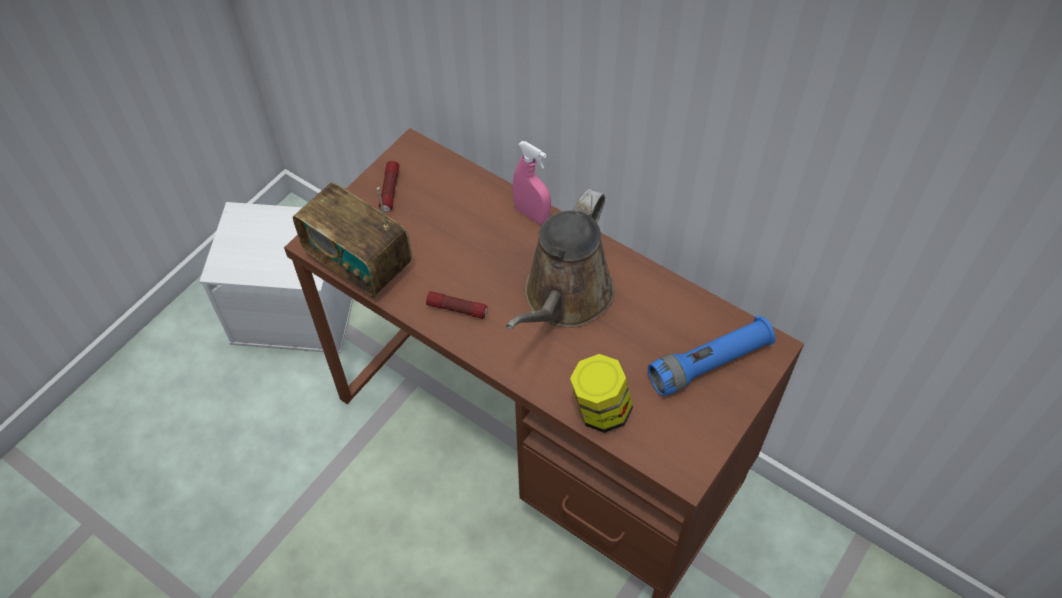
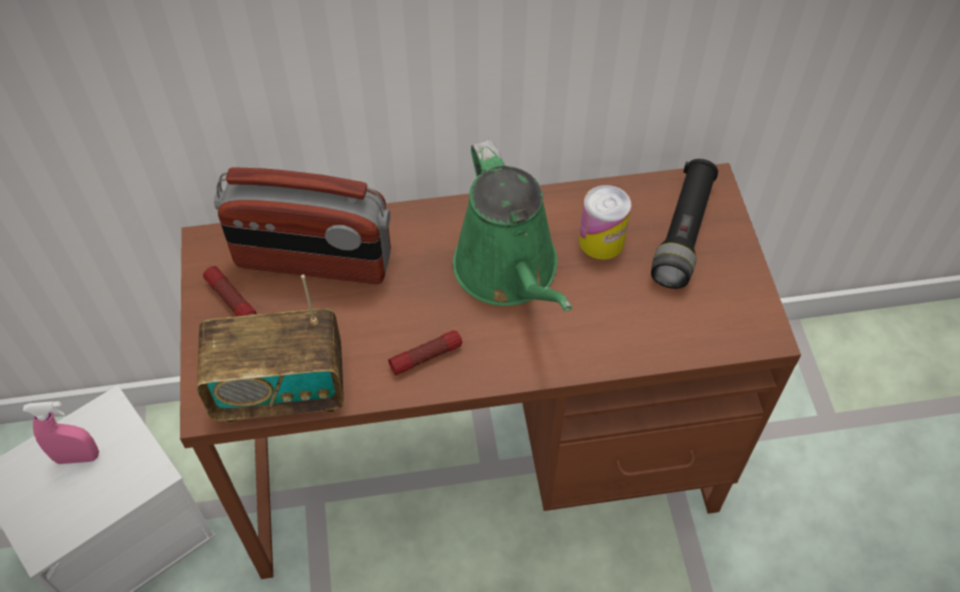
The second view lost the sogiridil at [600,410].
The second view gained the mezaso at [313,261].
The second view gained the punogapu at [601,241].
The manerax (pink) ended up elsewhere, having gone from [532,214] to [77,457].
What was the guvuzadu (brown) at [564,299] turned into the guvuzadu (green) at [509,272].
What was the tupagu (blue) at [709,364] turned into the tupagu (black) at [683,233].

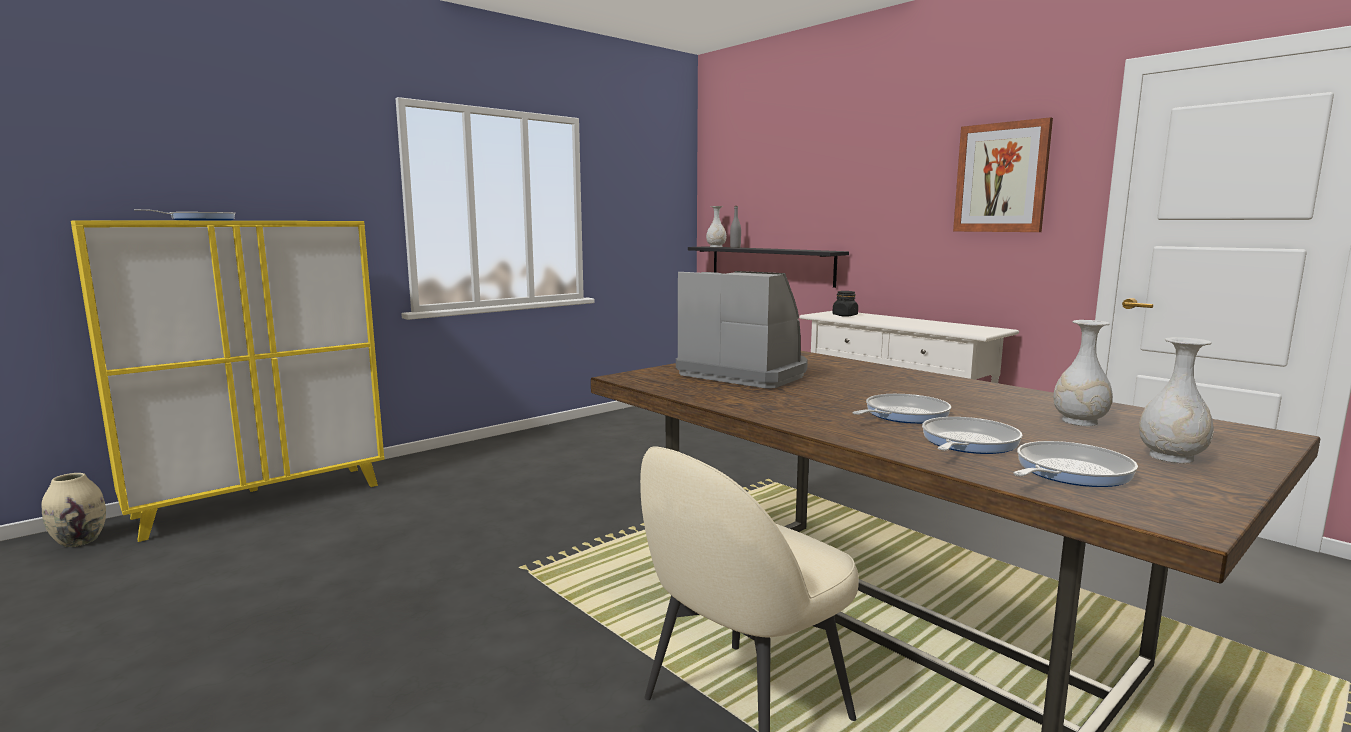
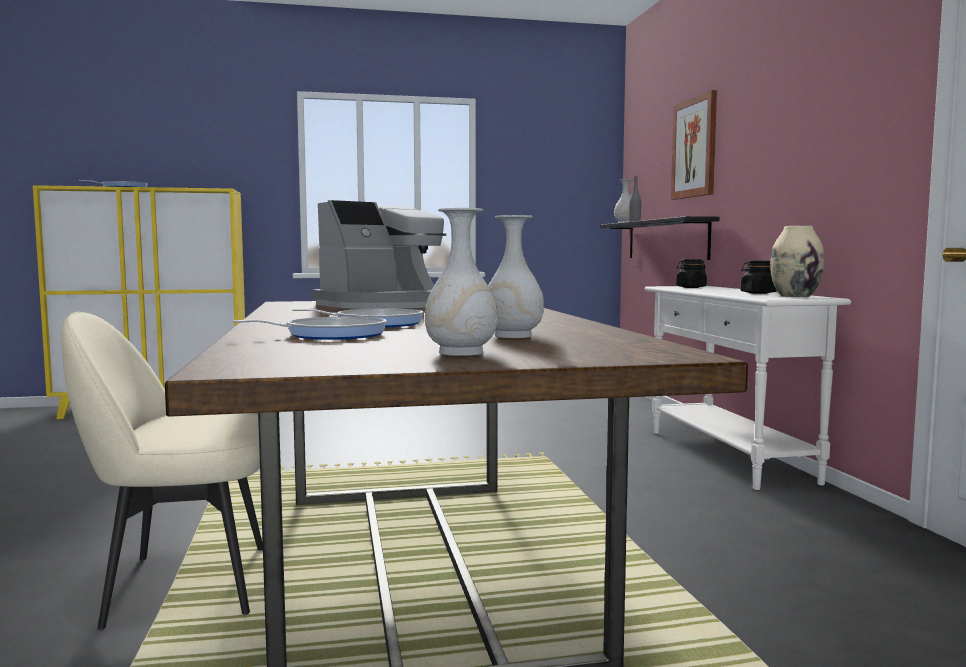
The second view lost the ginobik at [1068,472].
The second view gained the sogiridil (black) at [758,293].
The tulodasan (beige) ended up elsewhere, having gone from [80,541] to [795,296].
The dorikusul ended up elsewhere, having gone from [1001,178] to [695,148].
The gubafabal at [745,373] ended up facing another way, 75 degrees clockwise from before.

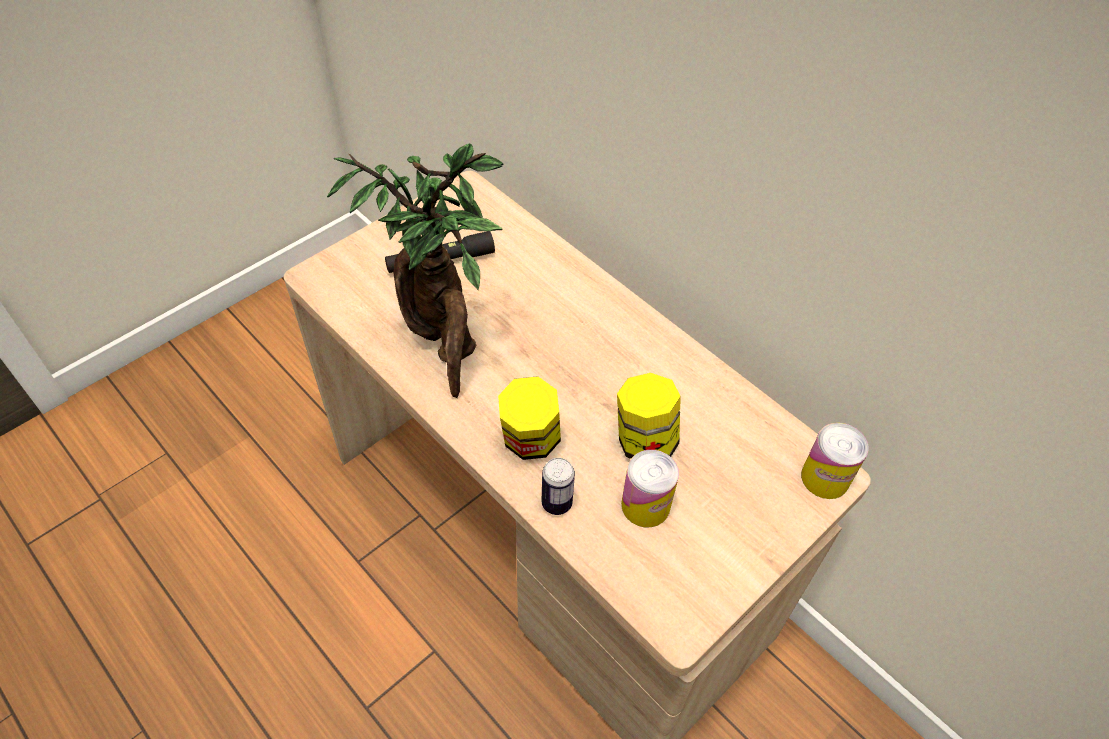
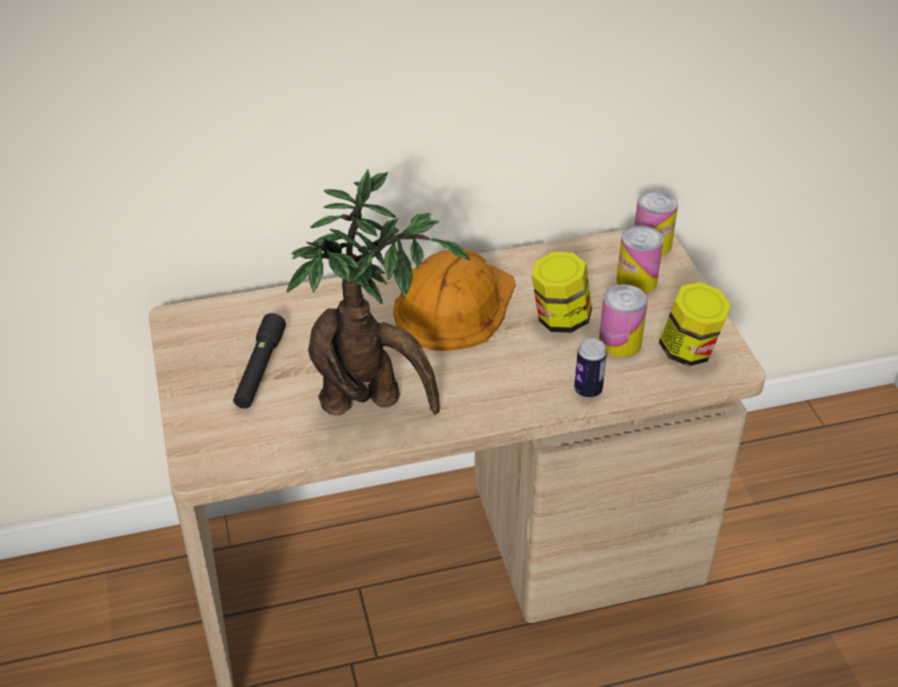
The second view gained the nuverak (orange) at [454,305].
The second view gained the punogapu at [636,281].
The sogiridil ended up elsewhere, having gone from [530,441] to [689,351].

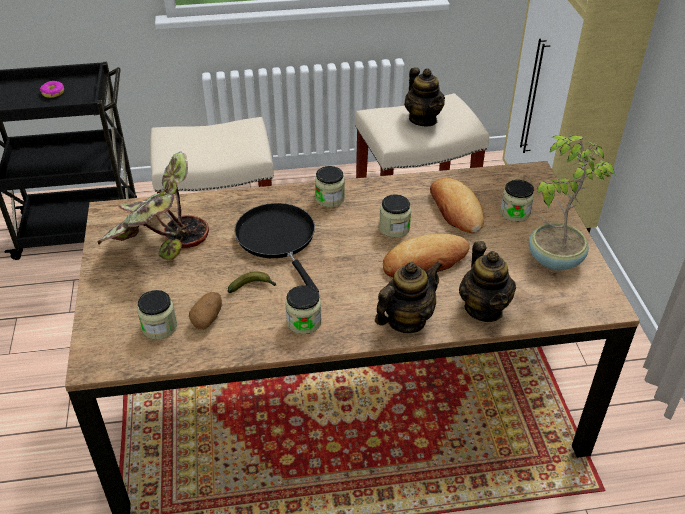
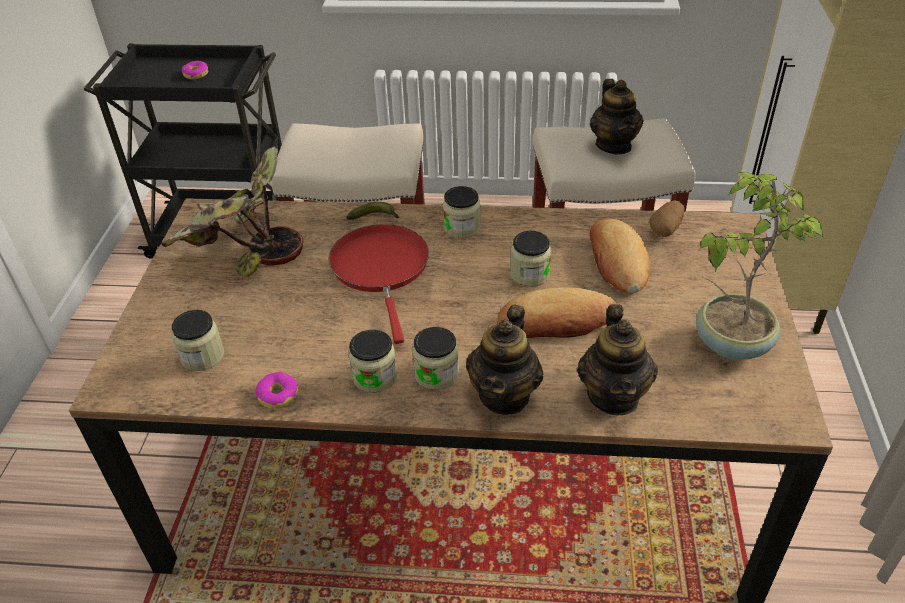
The second view gained the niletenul at [278,395].
The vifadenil ended up elsewhere, having gone from [207,318] to [666,229].
The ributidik ended up elsewhere, having gone from [253,287] to [376,218].
The sogiridil ended up elsewhere, having gone from [515,213] to [436,374].
What was the ginobik (black) at [278,239] turned into the ginobik (red) at [381,269].
The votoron at [406,320] ended up facing another way, 135 degrees clockwise from before.

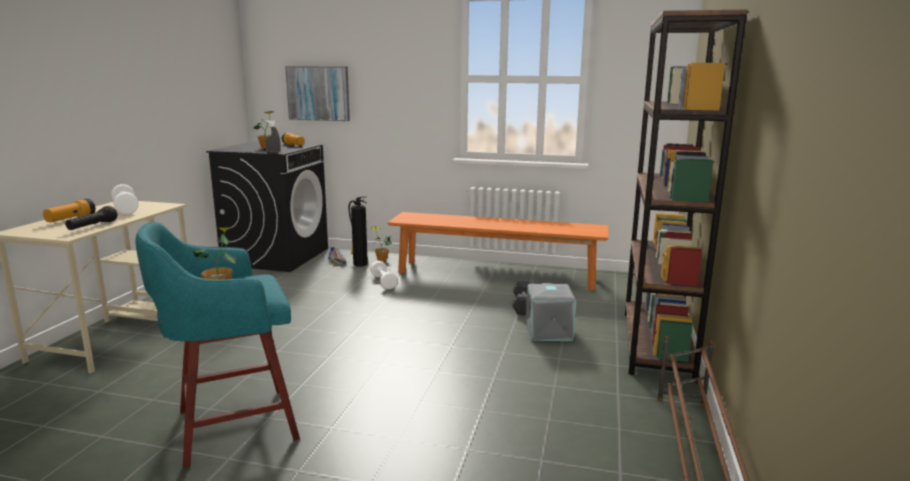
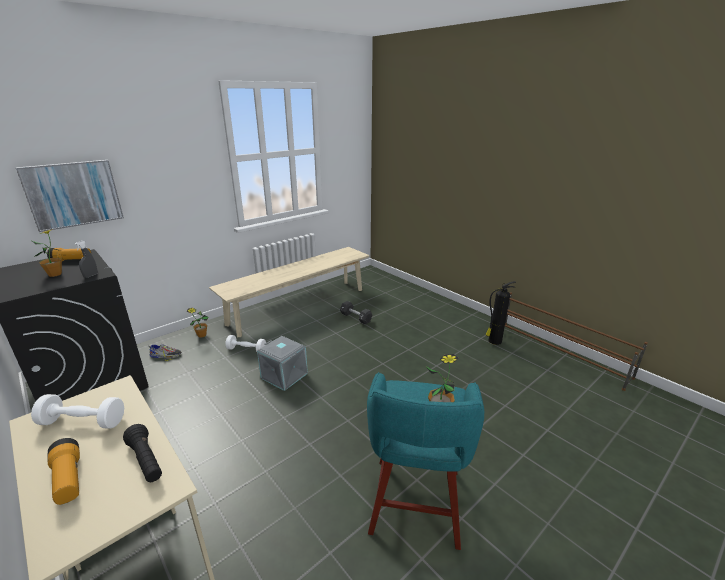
The second view lost the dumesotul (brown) at [657,344].
The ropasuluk ended up elsewhere, having gone from [359,264] to [494,341].
The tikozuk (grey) ended up elsewhere, having gone from [549,332] to [285,375].
What was the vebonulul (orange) at [496,275] turned into the vebonulul (beige) at [299,306].

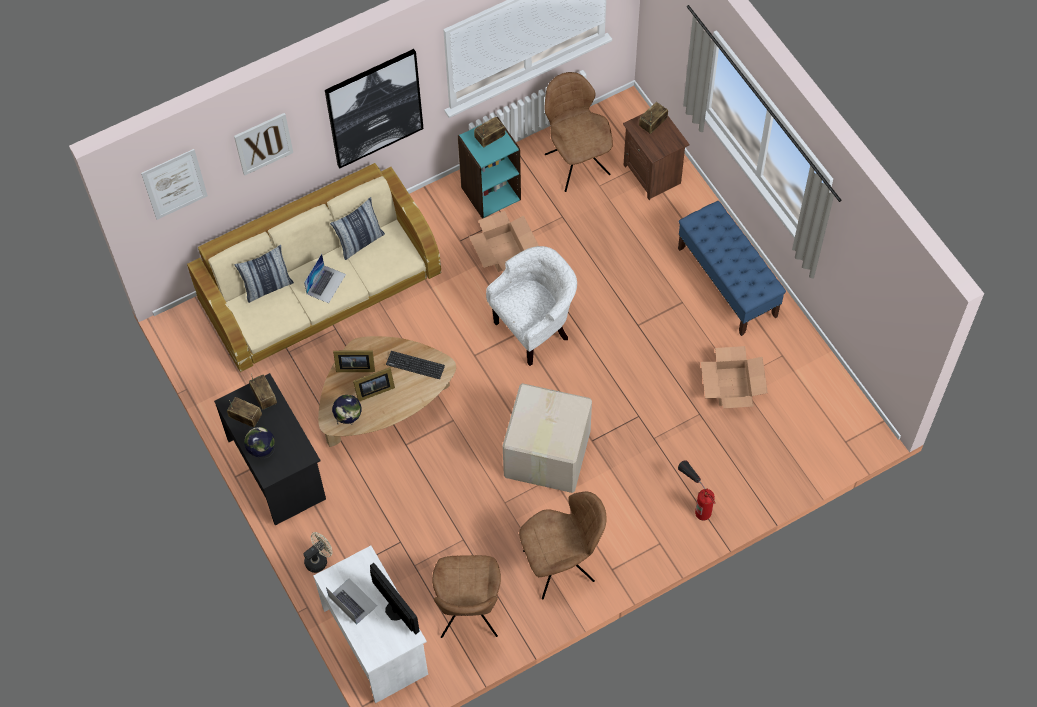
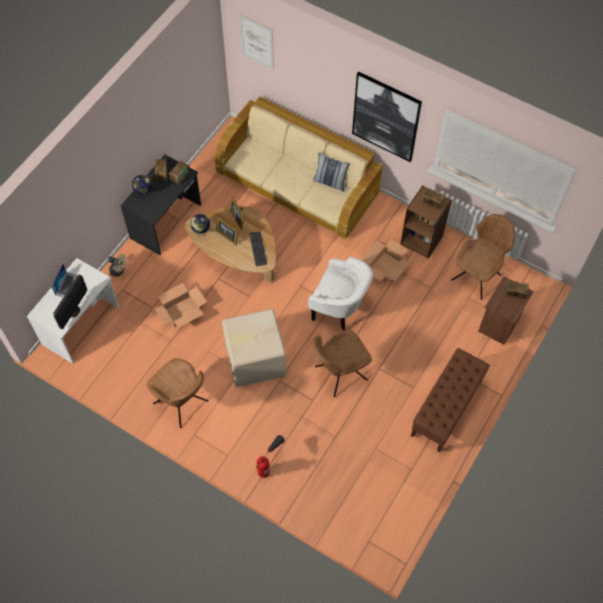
The second view lost the dorikusul at [263,143].
The second view lost the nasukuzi at [267,287].
The second view lost the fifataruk at [326,284].
The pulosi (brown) ended up elsewhere, having gone from [468,613] to [339,374].
The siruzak ended up elsewhere, having gone from [732,386] to [181,311].
What was the dumesotul (turquoise) at [490,193] turned into the dumesotul (brown) at [422,239].
What was the vebonulul (blue) at [727,282] turned into the vebonulul (brown) at [446,408].

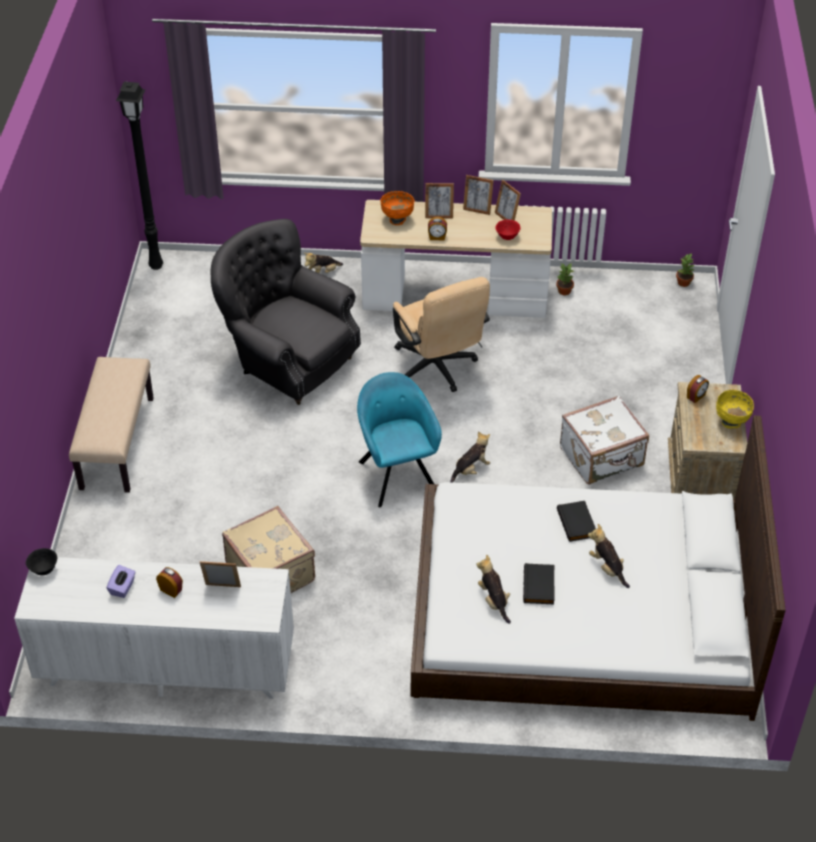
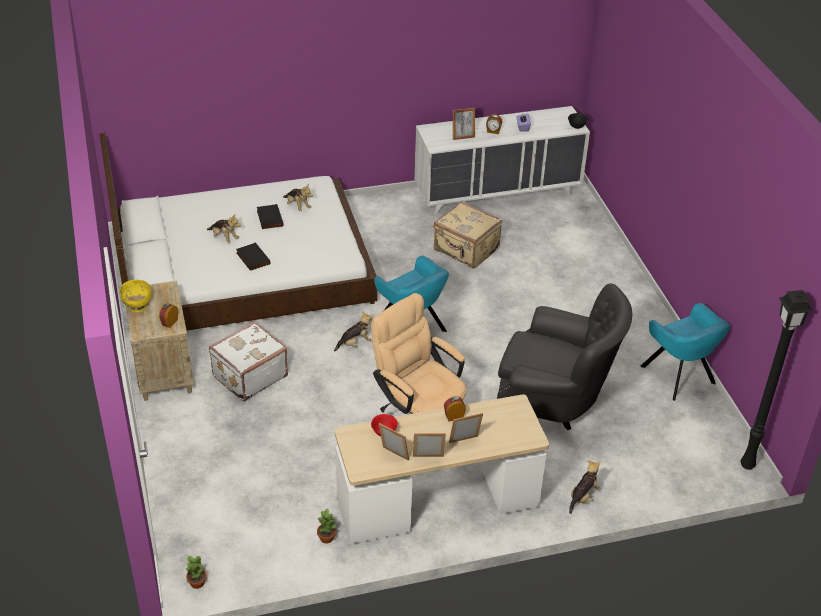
The second view lost the vebonulul (beige) at [116,442].
The second view lost the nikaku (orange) at [397,220].
The second view gained the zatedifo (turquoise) at [680,377].
The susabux at [471,470] ended up facing another way, 150 degrees counterclockwise from before.

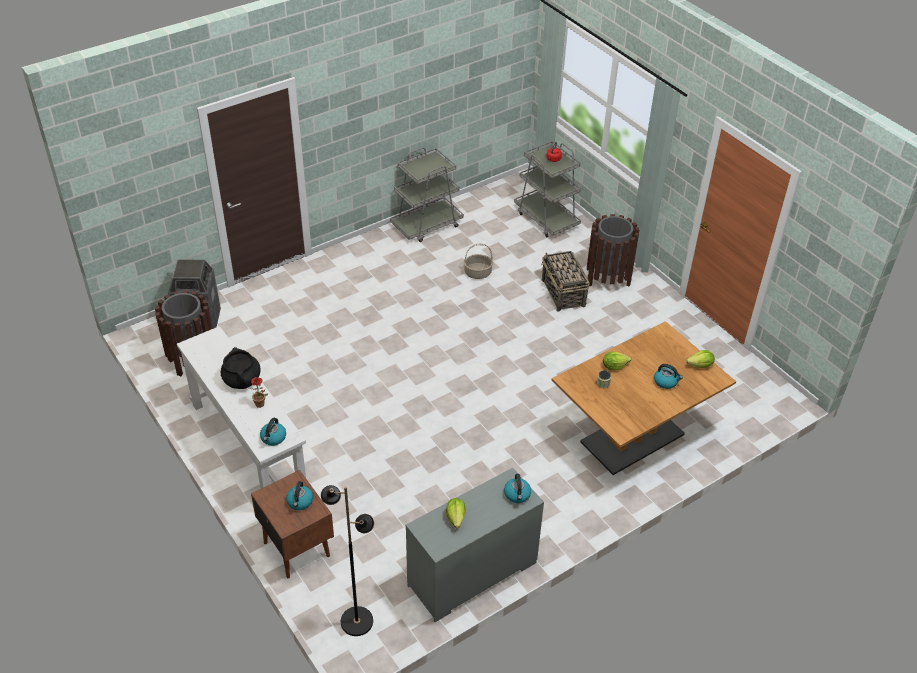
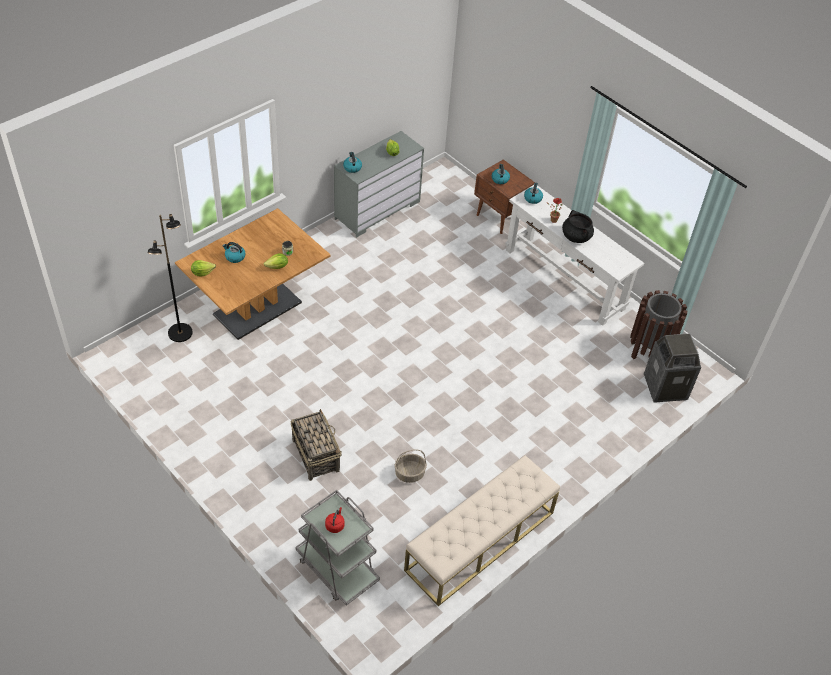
The second view lost the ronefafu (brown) at [608,279].
The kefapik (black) ended up elsewhere, having gone from [356,621] to [180,333].
Where the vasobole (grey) stood at [427,225], the vebonulul (beige) came to stand at [480,541].

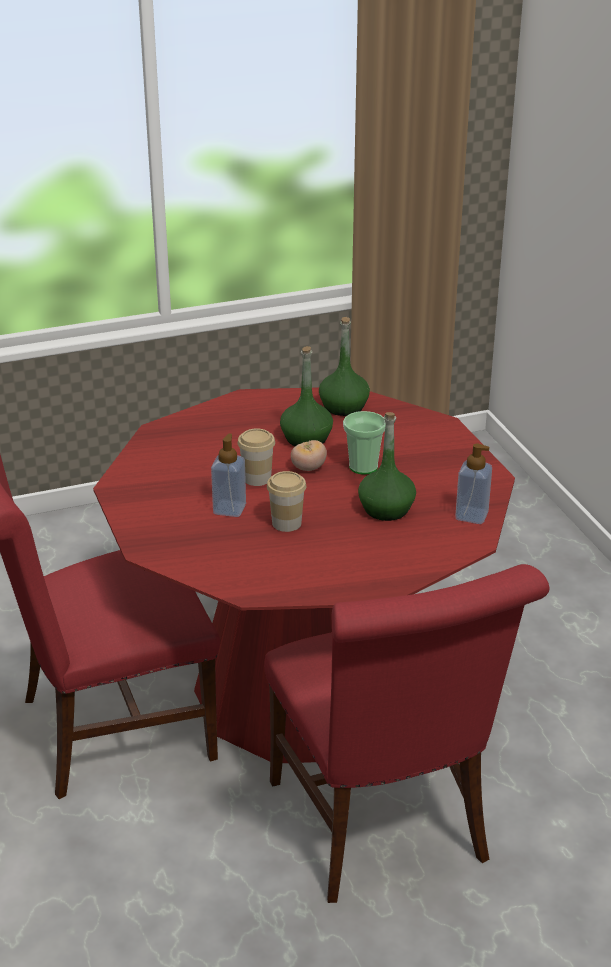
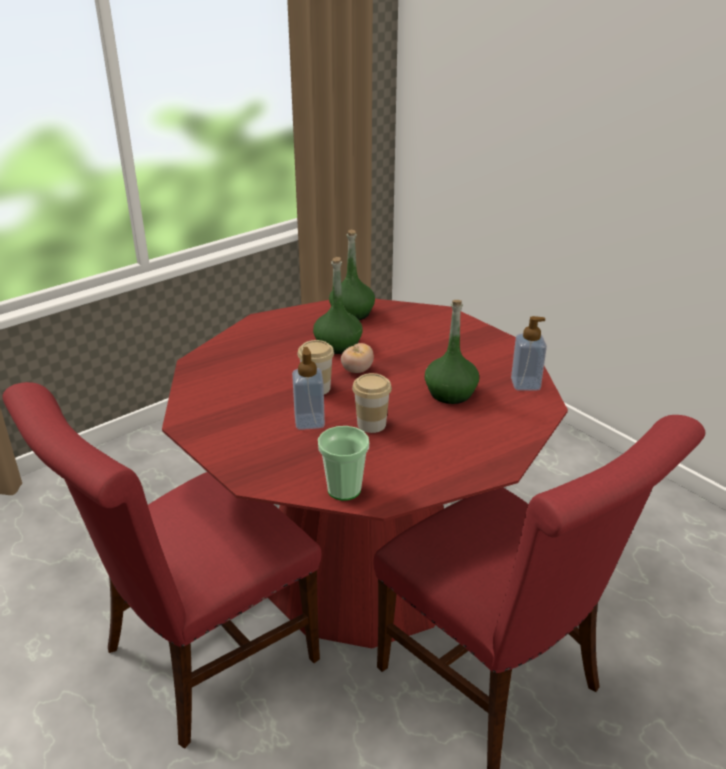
The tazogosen ended up elsewhere, having gone from [363,467] to [344,489].

